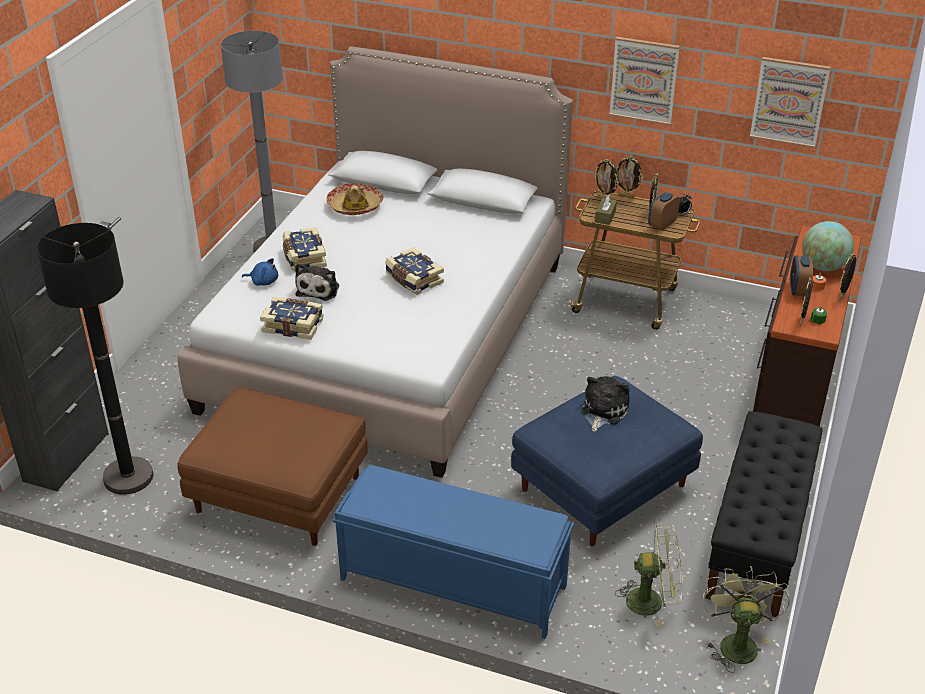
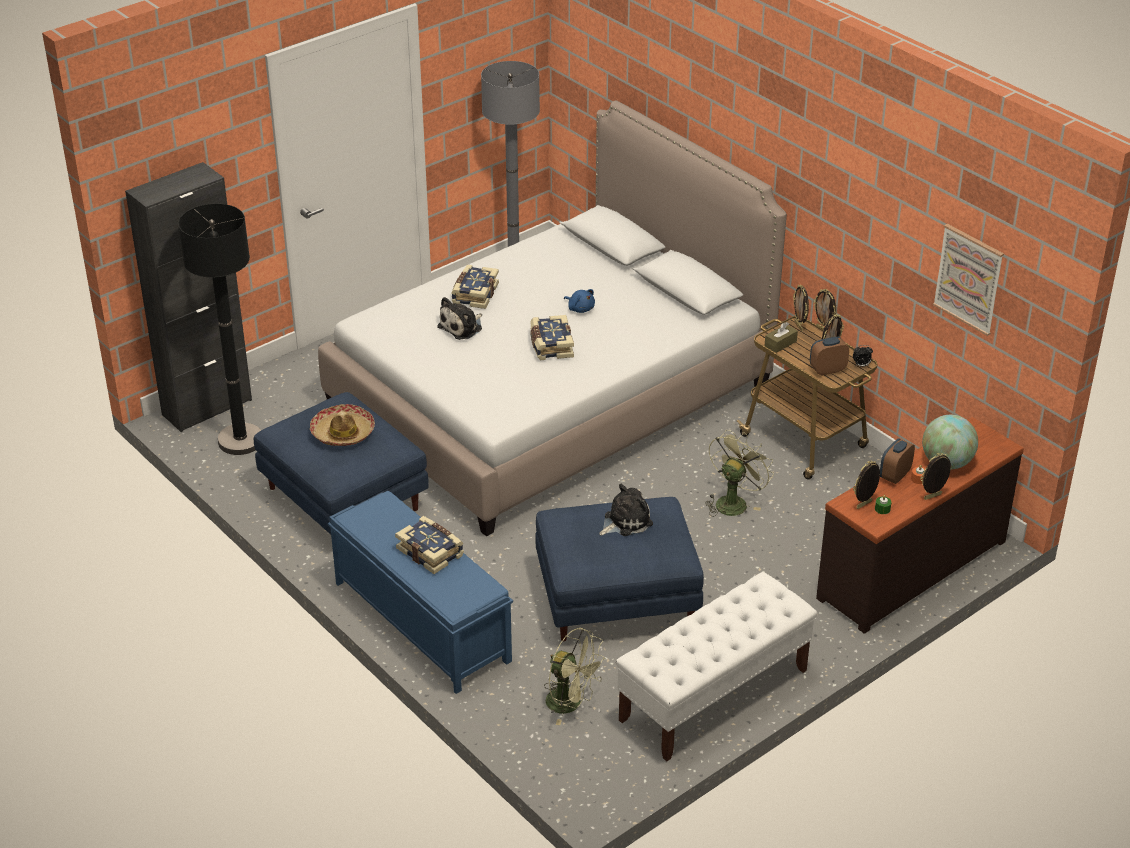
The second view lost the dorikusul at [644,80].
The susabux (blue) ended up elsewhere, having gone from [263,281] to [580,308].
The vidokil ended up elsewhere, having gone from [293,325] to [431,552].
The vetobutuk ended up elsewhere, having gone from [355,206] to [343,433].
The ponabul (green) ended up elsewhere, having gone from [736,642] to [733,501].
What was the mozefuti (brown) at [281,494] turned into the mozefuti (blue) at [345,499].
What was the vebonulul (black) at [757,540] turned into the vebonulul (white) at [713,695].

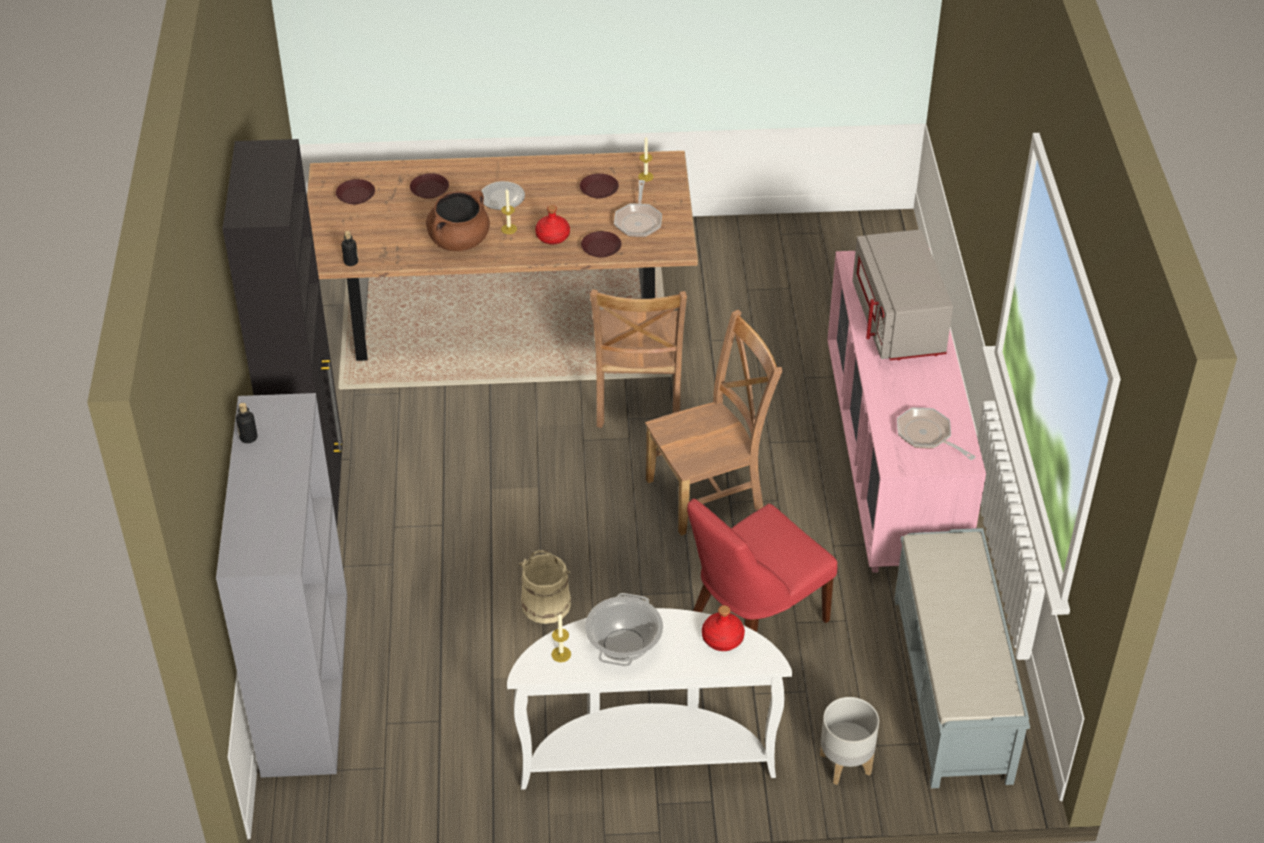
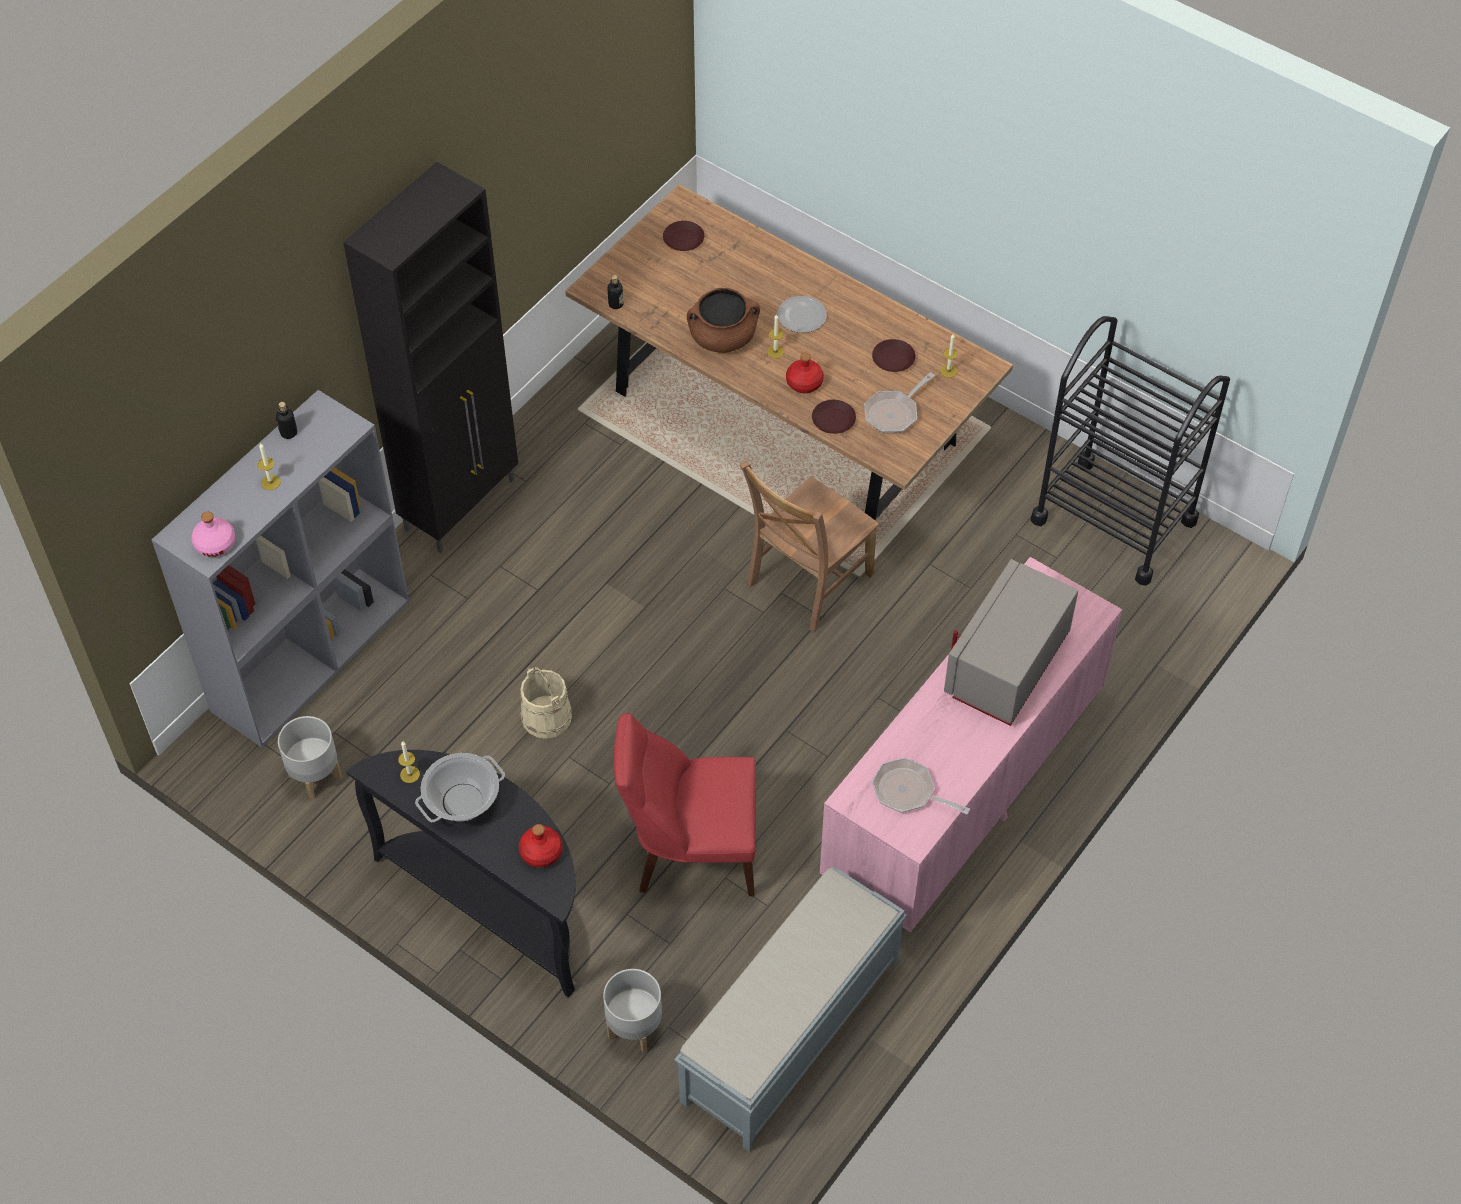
The second view lost the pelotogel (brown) at [430,189].
The second view lost the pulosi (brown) at [709,492].
The second view gained the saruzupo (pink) at [215,543].
The second view gained the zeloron at [270,482].
The second view gained the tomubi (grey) at [314,776].
The second view gained the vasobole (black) at [1114,520].
What was the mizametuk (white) at [646,755] turned into the mizametuk (black) at [492,902].
The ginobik at [927,435] ended up facing another way, 60 degrees counterclockwise from before.

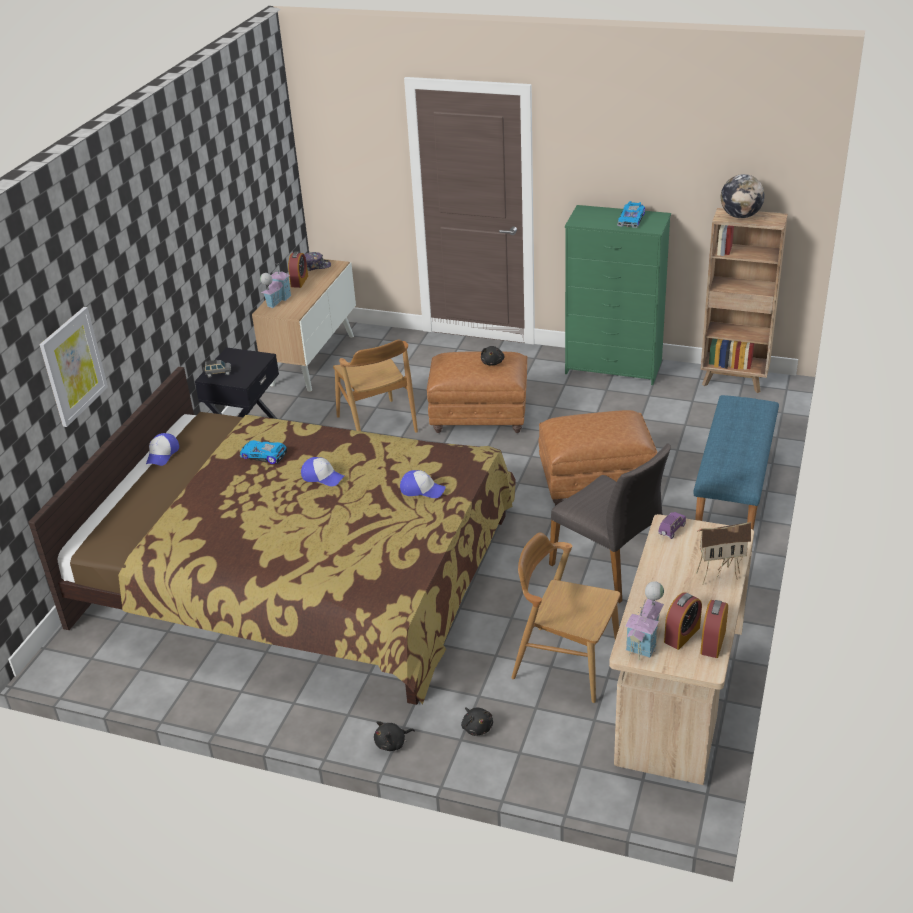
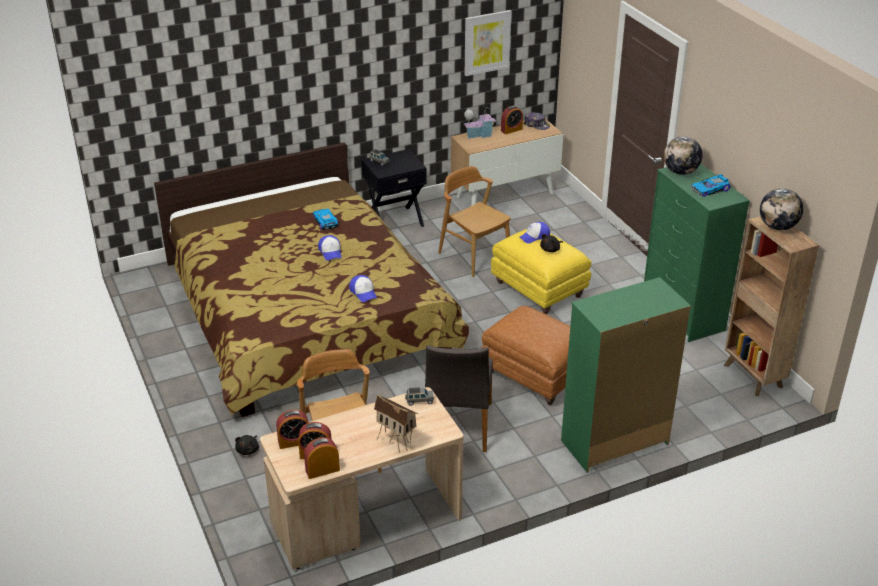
The second view lost the susabux (black) at [392,743].
The second view gained the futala at [680,172].
The dorikusul ended up elsewhere, having gone from [73,366] to [487,42].
The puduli ended up elsewhere, having gone from [162,454] to [534,236].
Where the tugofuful stood at [645,640], the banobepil came to stand at [294,441].
Where the vebonulul (blue) stood at [734,491], the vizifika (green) came to stand at [613,443].
What was the mozefuti (brown) at [480,417] turned into the mozefuti (yellow) at [540,290].
What was the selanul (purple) at [671,530] turned into the selanul (grey) at [419,401].
The pulosi (brown) at [376,424] ended up facing another way, 120 degrees clockwise from before.

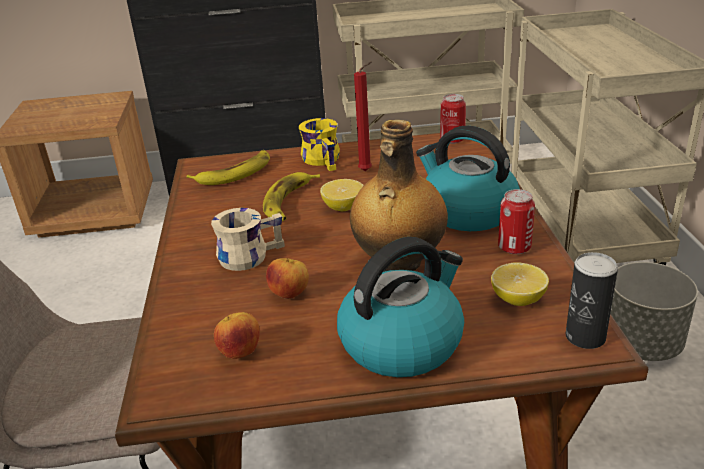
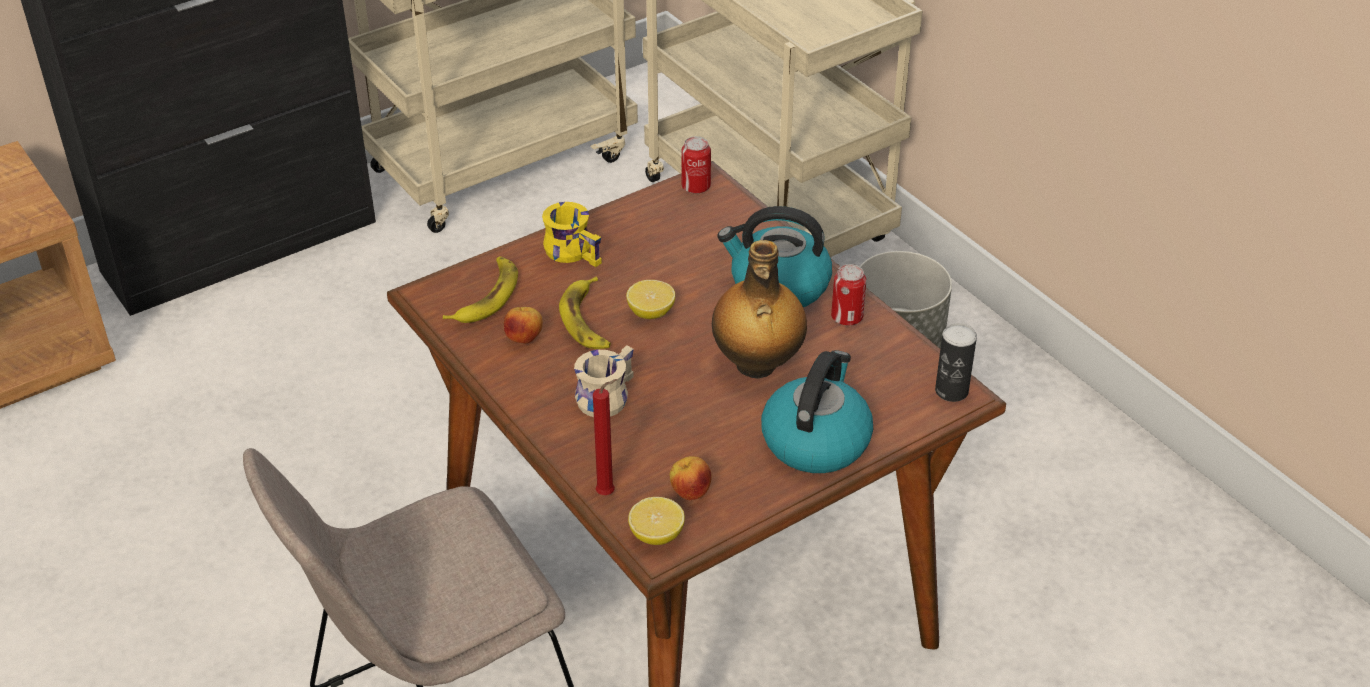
The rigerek ended up elsewhere, having gone from [290,294] to [524,339].
The zeloron (red) ended up elsewhere, having gone from [367,171] to [608,493].
The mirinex ended up elsewhere, having gone from [517,299] to [656,535].

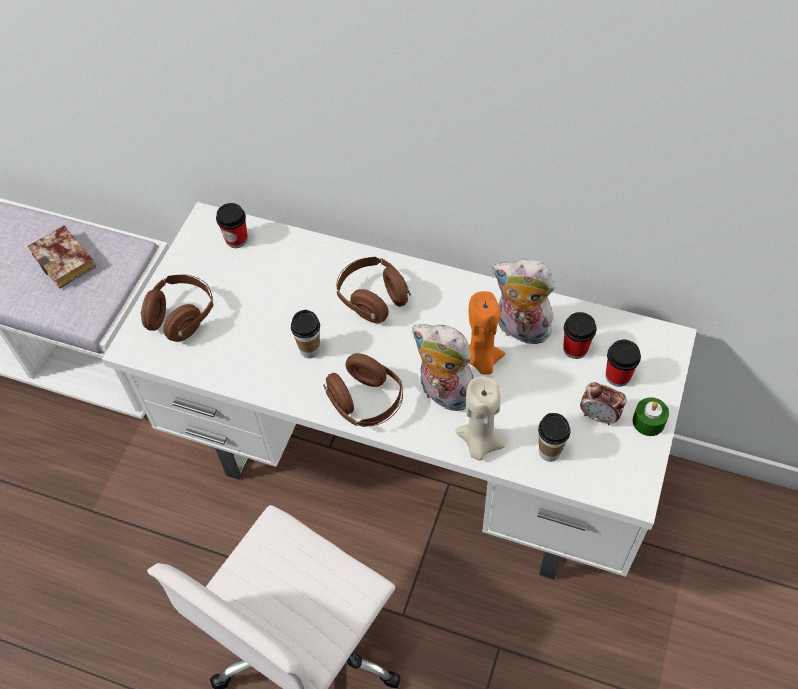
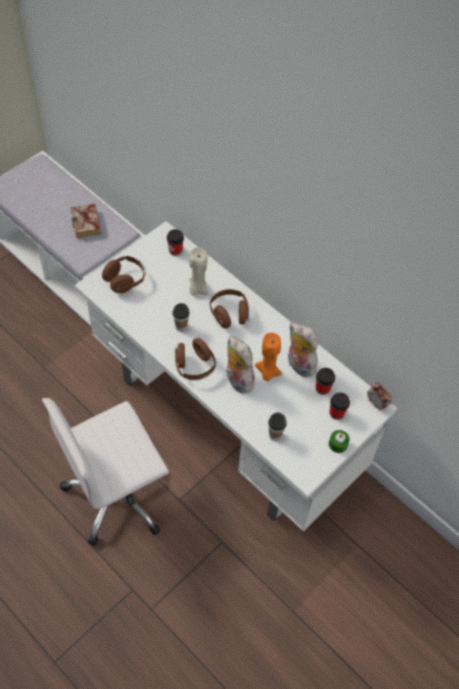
The zeloron (beige) ended up elsewhere, having gone from [479,444] to [197,289].
The banobepil ended up elsewhere, having gone from [599,416] to [376,404].

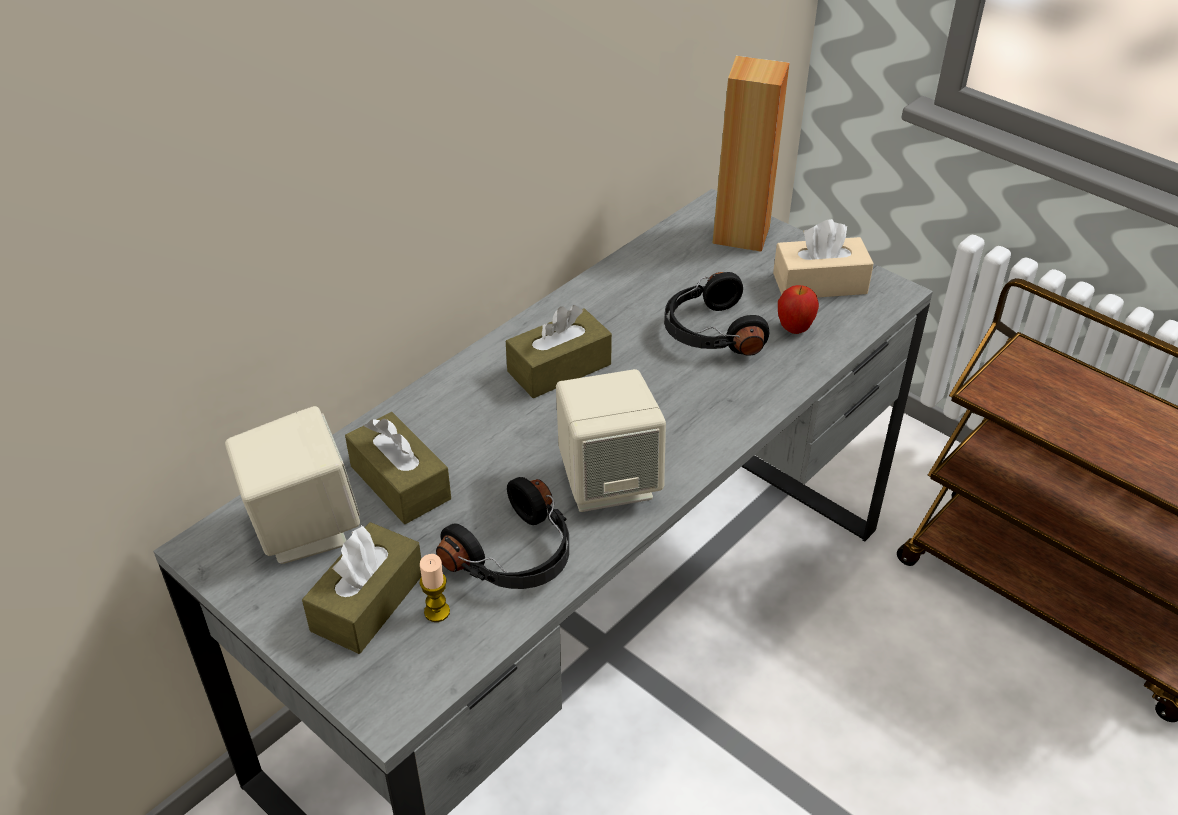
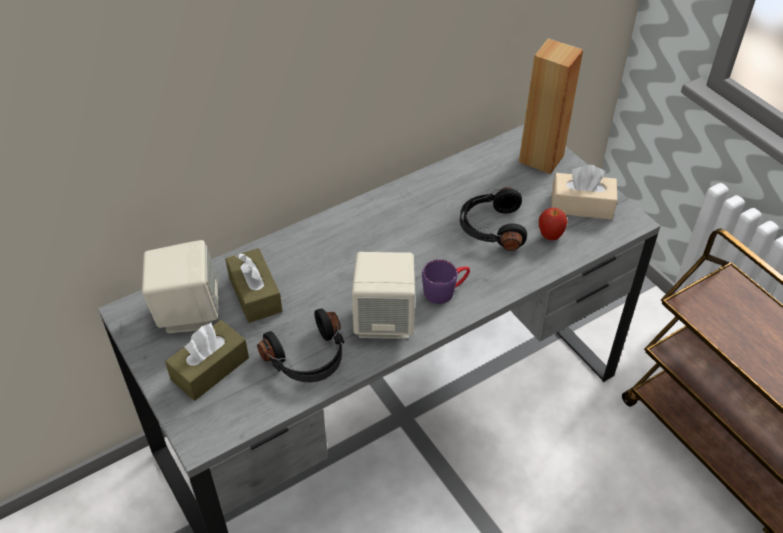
The second view lost the zeloron at [437,612].
The second view lost the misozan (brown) at [559,368].
The second view gained the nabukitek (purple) at [445,290].

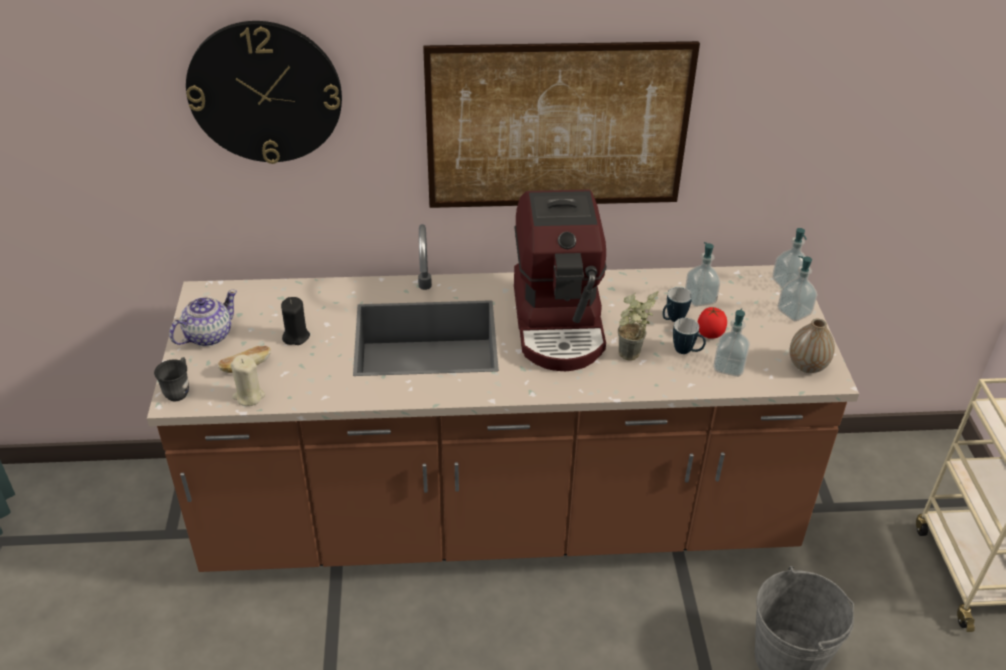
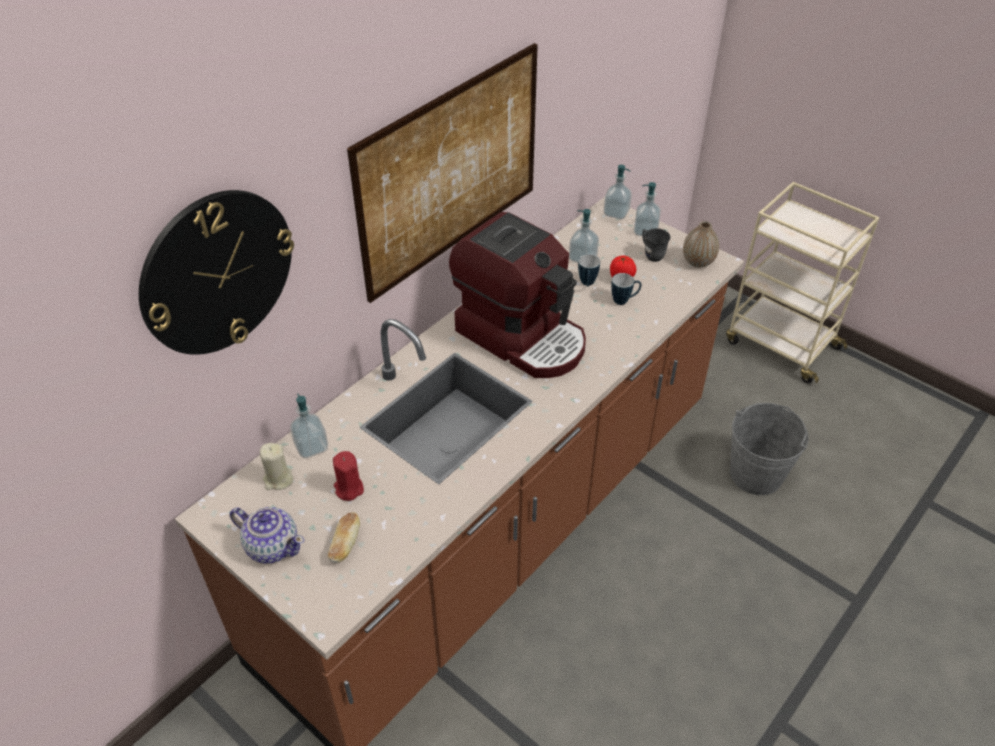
The second view lost the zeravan at [629,358].
The nabukitek (grey) ended up elsewhere, having gone from [179,390] to [651,254].
The zeloron (beige) ended up elsewhere, having gone from [248,396] to [278,479].
The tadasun ended up elsewhere, having gone from [728,367] to [311,446].
What was the zeloron (black) at [296,336] turned into the zeloron (red) at [349,489].
The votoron at [208,336] ended up facing another way, 120 degrees clockwise from before.

